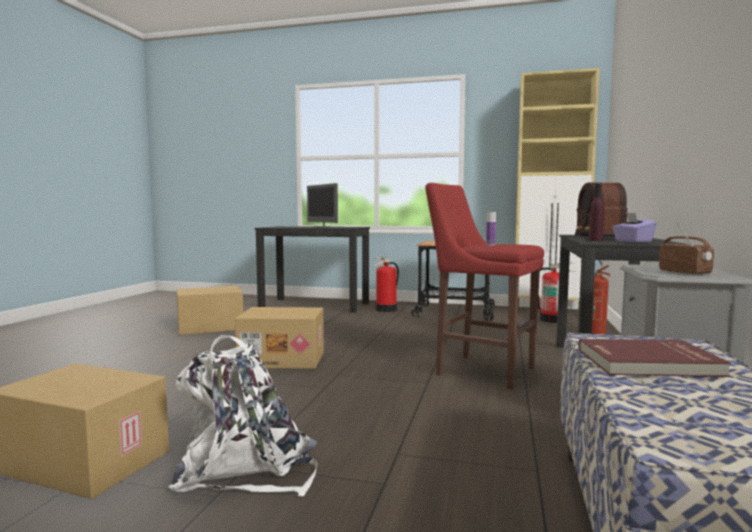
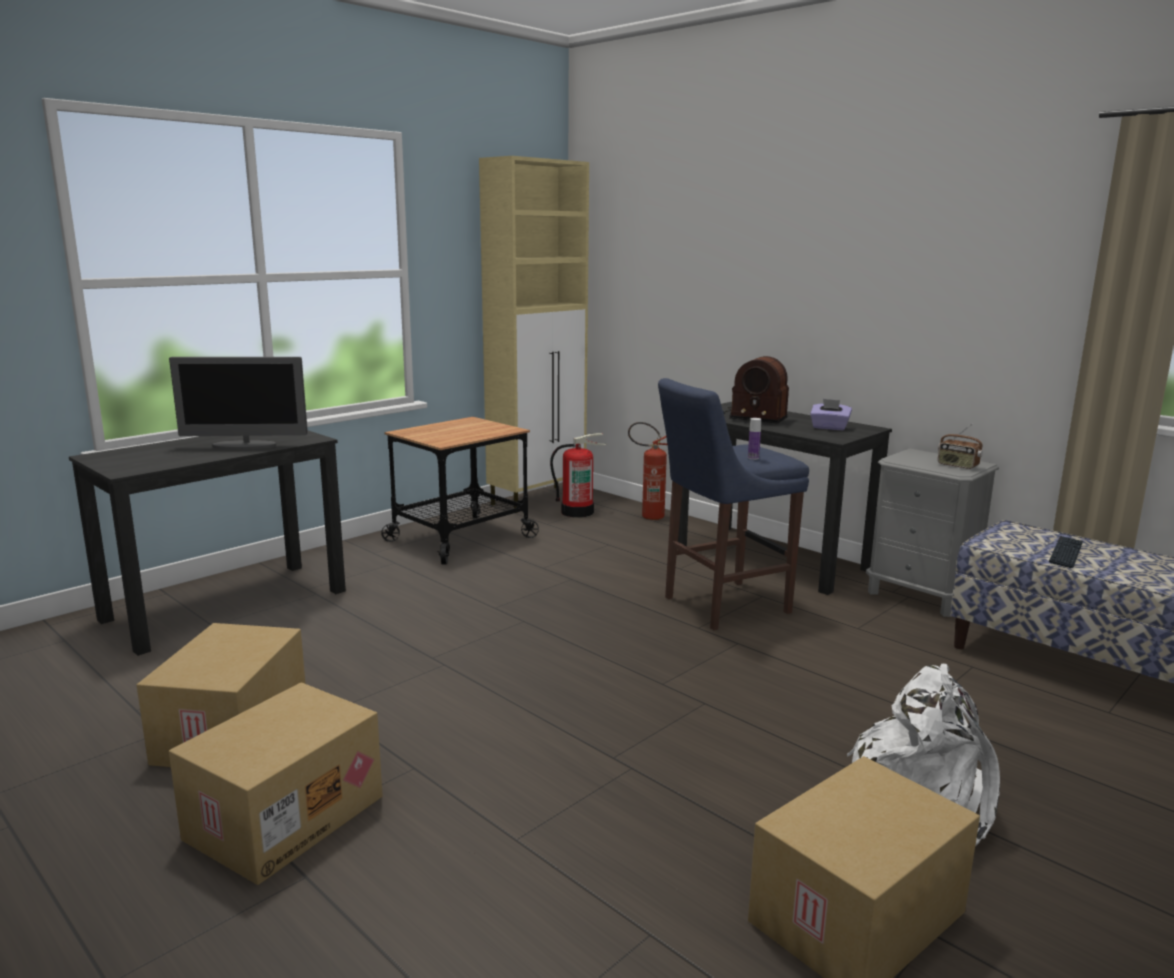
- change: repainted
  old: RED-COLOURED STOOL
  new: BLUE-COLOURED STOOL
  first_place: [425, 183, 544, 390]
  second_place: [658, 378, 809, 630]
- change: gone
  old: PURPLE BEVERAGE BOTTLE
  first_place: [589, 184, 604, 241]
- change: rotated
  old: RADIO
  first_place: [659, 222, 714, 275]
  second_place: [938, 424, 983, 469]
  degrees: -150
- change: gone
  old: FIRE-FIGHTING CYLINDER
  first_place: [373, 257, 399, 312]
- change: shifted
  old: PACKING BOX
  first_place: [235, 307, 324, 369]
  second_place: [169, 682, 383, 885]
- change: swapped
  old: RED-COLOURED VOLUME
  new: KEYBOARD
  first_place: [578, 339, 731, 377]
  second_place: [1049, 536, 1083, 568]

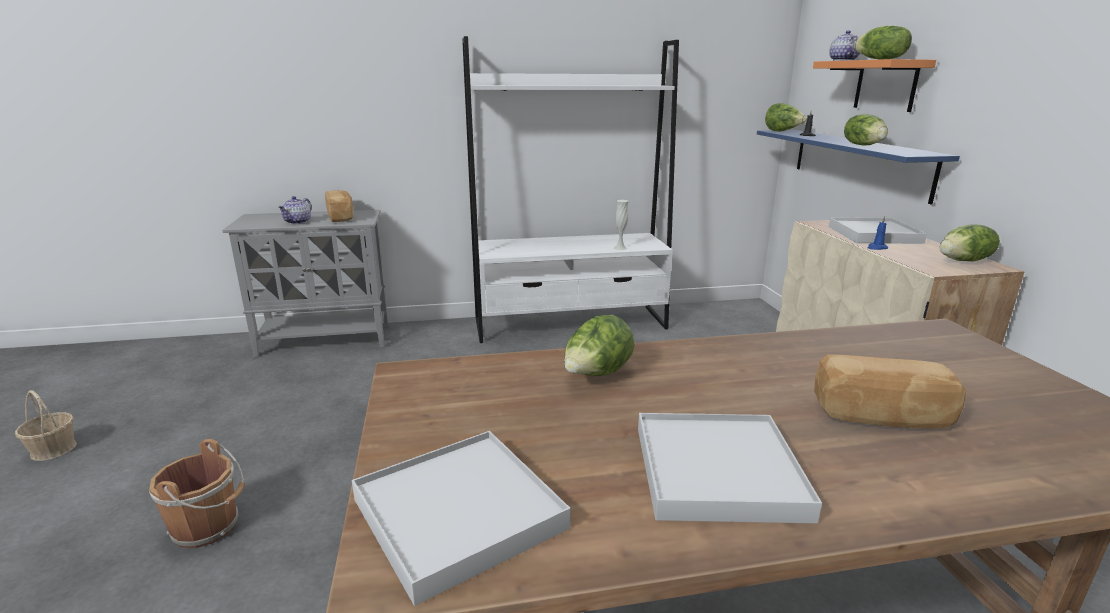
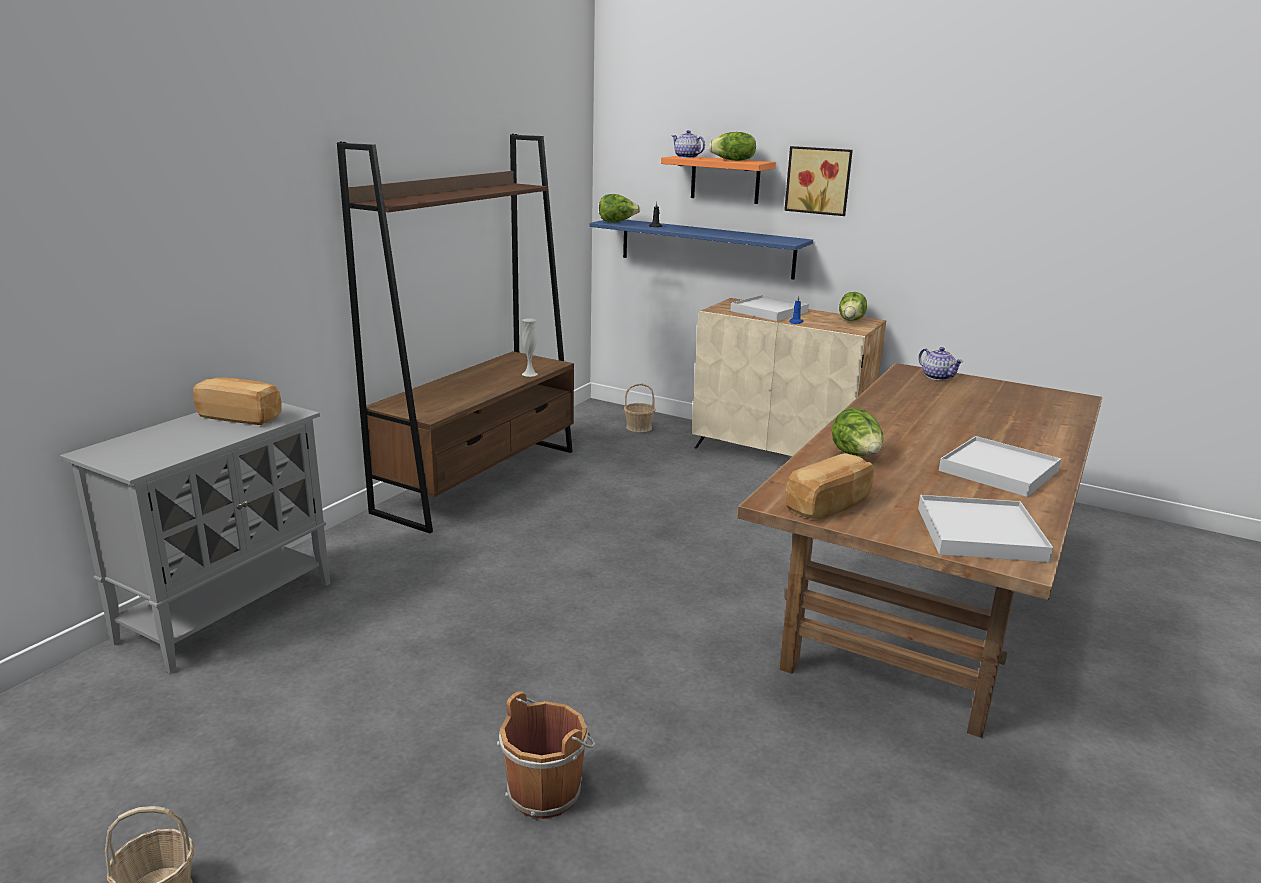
- change: repainted
  old: WHITISH BOOKSHELF
  new: BROWN BOOKSHELF
  first_place: [462, 36, 679, 343]
  second_place: [337, 134, 574, 533]
- change: gone
  old: LETTUCE HEAD
  first_place: [844, 114, 888, 145]
- change: shifted
  old: TEA POT
  first_place: [278, 196, 312, 224]
  second_place: [918, 347, 963, 381]
- change: shifted
  old: BAKERY BREAD
  first_place: [814, 354, 966, 428]
  second_place: [786, 453, 874, 519]
- change: new
  new: WALL PICTURE
  second_place: [784, 146, 853, 216]
- change: new
  new: BASKET
  second_place: [624, 383, 656, 432]

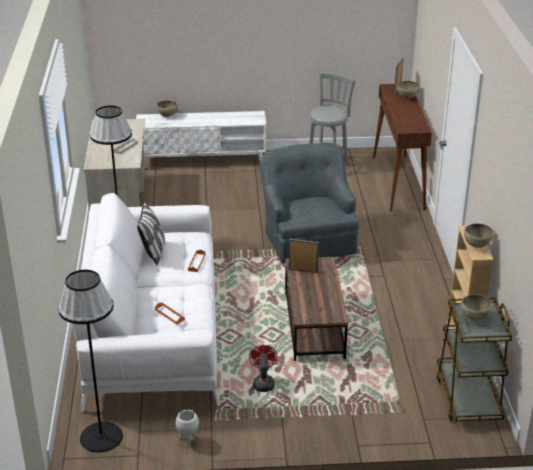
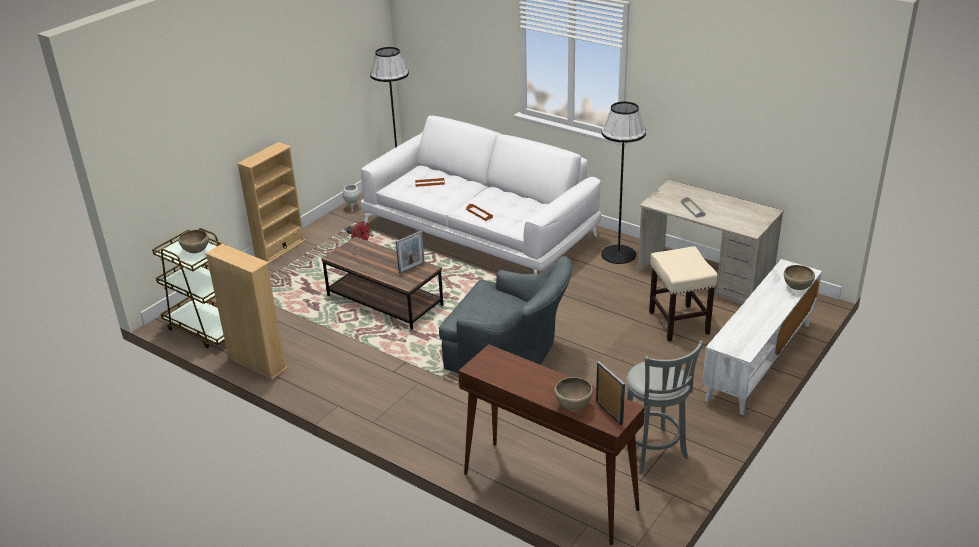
- change: gone
  old: PILLOW
  first_place: [137, 201, 165, 266]
- change: gone
  old: BROWN BOWL
  first_place: [464, 223, 494, 248]
- change: new
  new: BEIGE-COLOURED BOOKSHELF
  second_place: [237, 142, 306, 265]
- change: new
  new: BEIGE-COLOURED STOOL
  second_place: [649, 246, 718, 342]

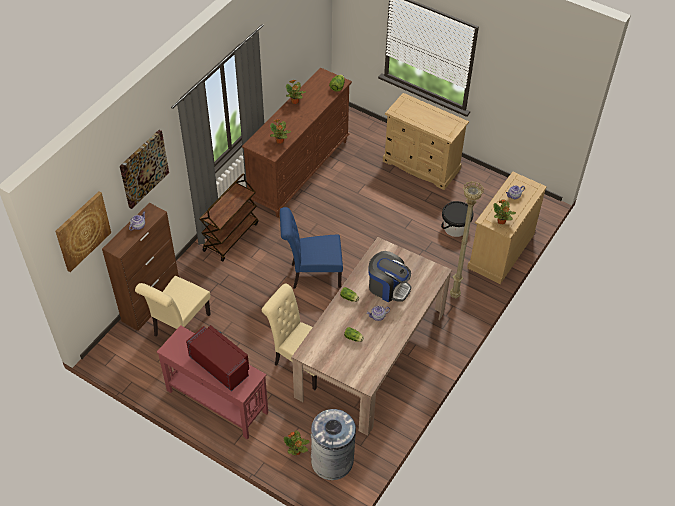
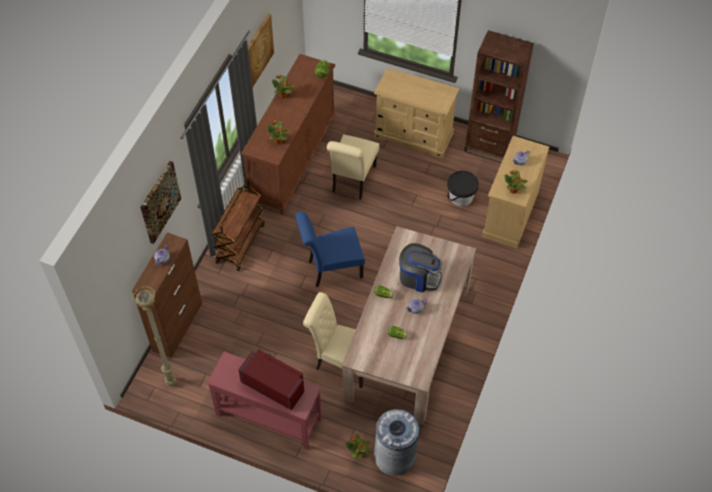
- change: shifted
  old: BEIGE-COLOURED STANDARD LAMP
  first_place: [450, 181, 484, 298]
  second_place: [133, 286, 176, 386]
- change: shifted
  old: WALL PICTURE
  first_place: [55, 191, 111, 272]
  second_place: [248, 14, 274, 87]
- change: shifted
  old: BEIGE-COLOURED PLAIN CHAIR
  first_place: [135, 276, 211, 337]
  second_place: [327, 134, 379, 200]
- change: new
  new: BROWN BOOKSHELF
  second_place: [464, 30, 534, 163]

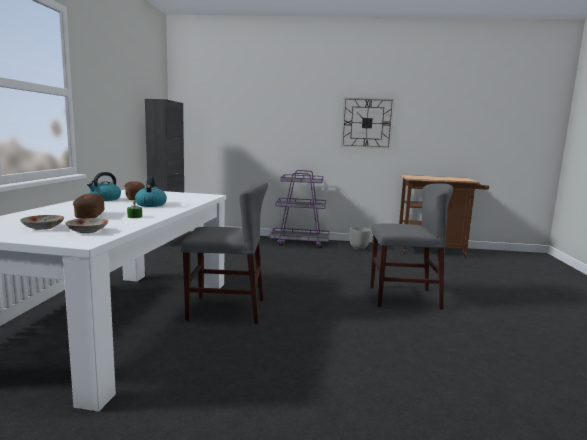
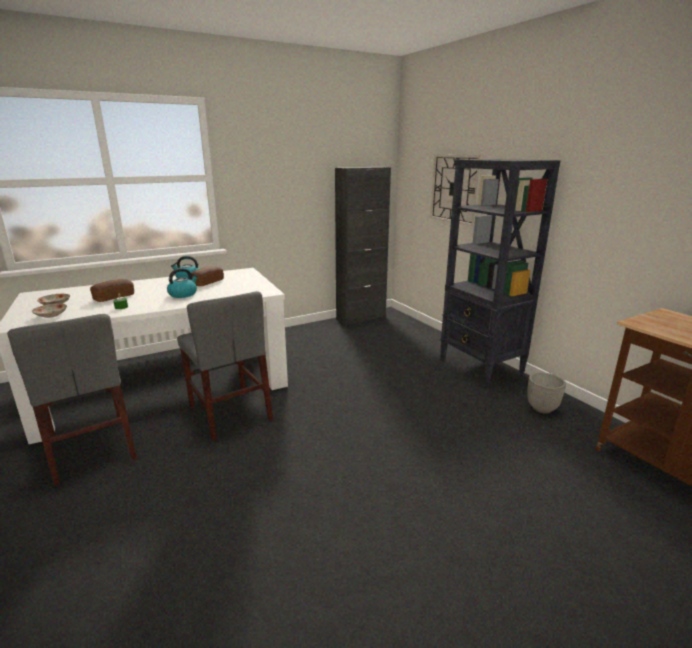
- change: shifted
  old: CLOCK ON THE WALL
  first_place: [341, 97, 395, 149]
  second_place: [430, 155, 482, 226]
- change: swapped
  old: PURPLE TROLLEY
  new: BLACKISH BOOKSHELF
  first_place: [269, 170, 329, 248]
  second_place: [440, 159, 561, 387]
- change: shifted
  old: GRAY PLAIN CHAIR
  first_place: [370, 183, 453, 310]
  second_place: [7, 314, 137, 486]

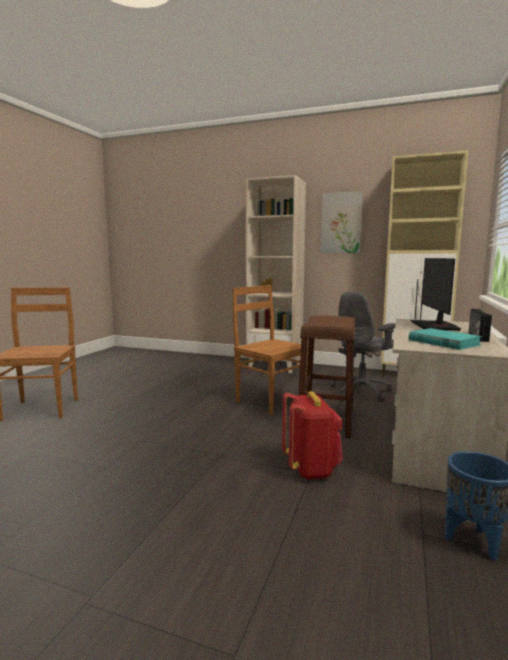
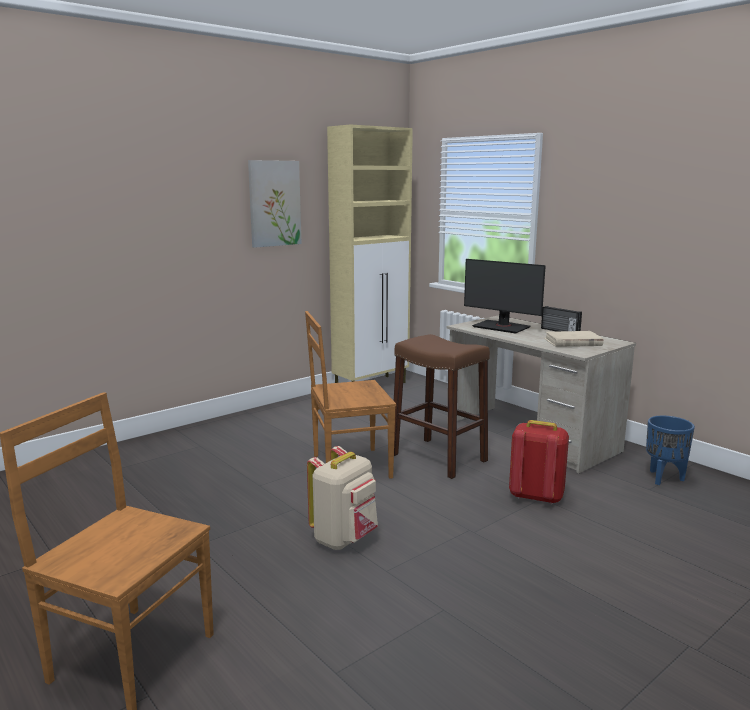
- change: gone
  old: BEIGE-COLOURED BOOKSHELF
  first_place: [246, 175, 306, 373]
- change: gone
  old: GRAY OFFICE CHAIR
  first_place: [330, 291, 396, 402]
- change: repainted
  old: TURQUOISE-COLOURED VOLUME
  new: BEIGE-COLOURED VOLUME
  first_place: [409, 328, 482, 350]
  second_place: [544, 331, 603, 347]
- change: new
  new: BEIGE-COLOURED BACKPACK
  second_place: [307, 446, 378, 550]

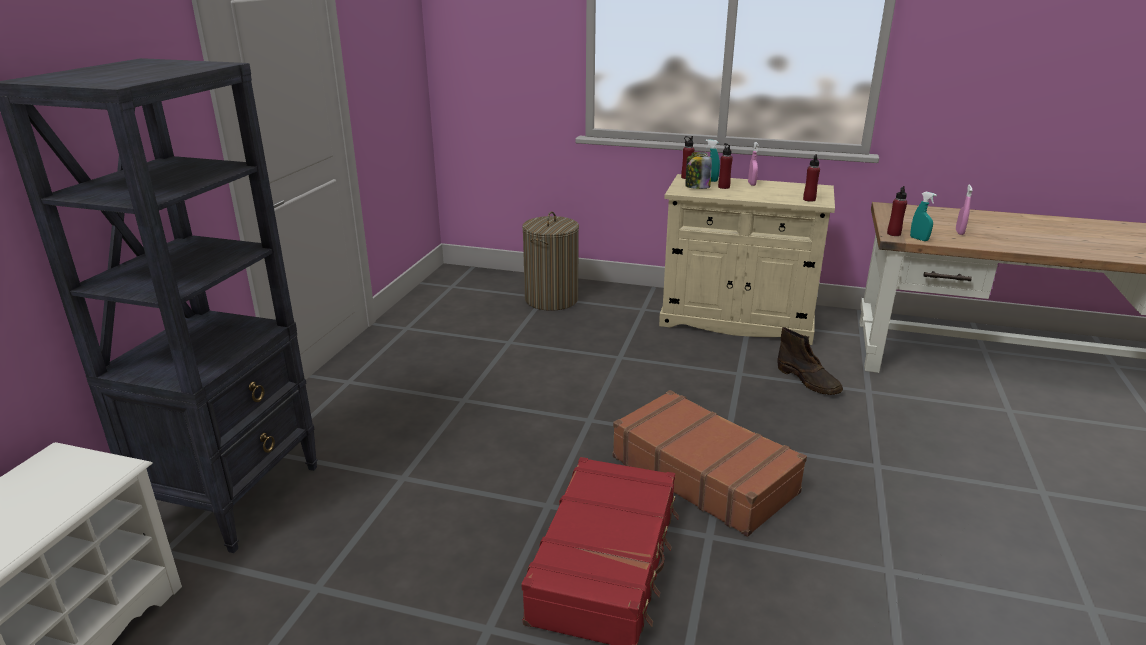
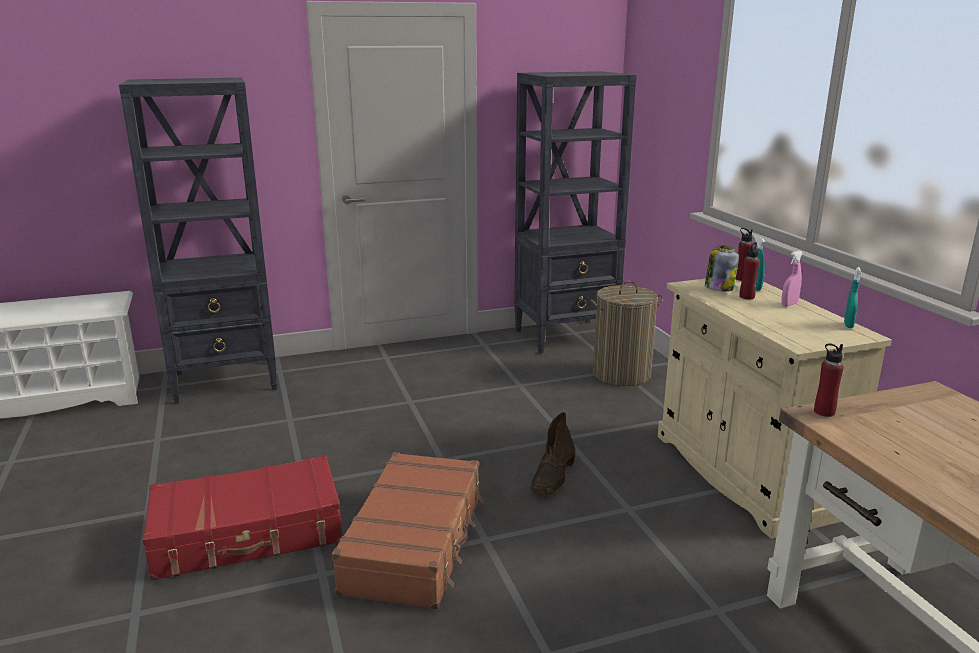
- change: gone
  old: RED-COLOURED BEVERAGE BOTTLE
  first_place: [803, 154, 820, 202]
- change: gone
  old: PINK-COLOURED HAND SPRAYER
  first_place: [956, 184, 973, 235]
- change: shifted
  old: TURQUOISE-COLOURED HAND SPRAYER
  first_place: [910, 192, 937, 241]
  second_place: [844, 267, 861, 328]
- change: shifted
  old: BROWN HIGH-TOP BOOT
  first_place: [777, 327, 843, 395]
  second_place: [530, 412, 576, 495]
- change: new
  new: BLACKISH BOOKSHELF
  second_place: [514, 71, 637, 354]

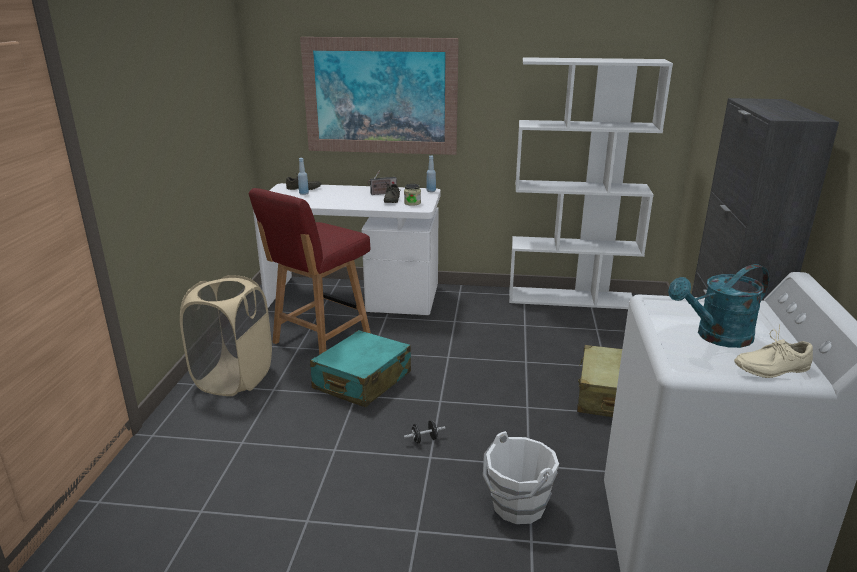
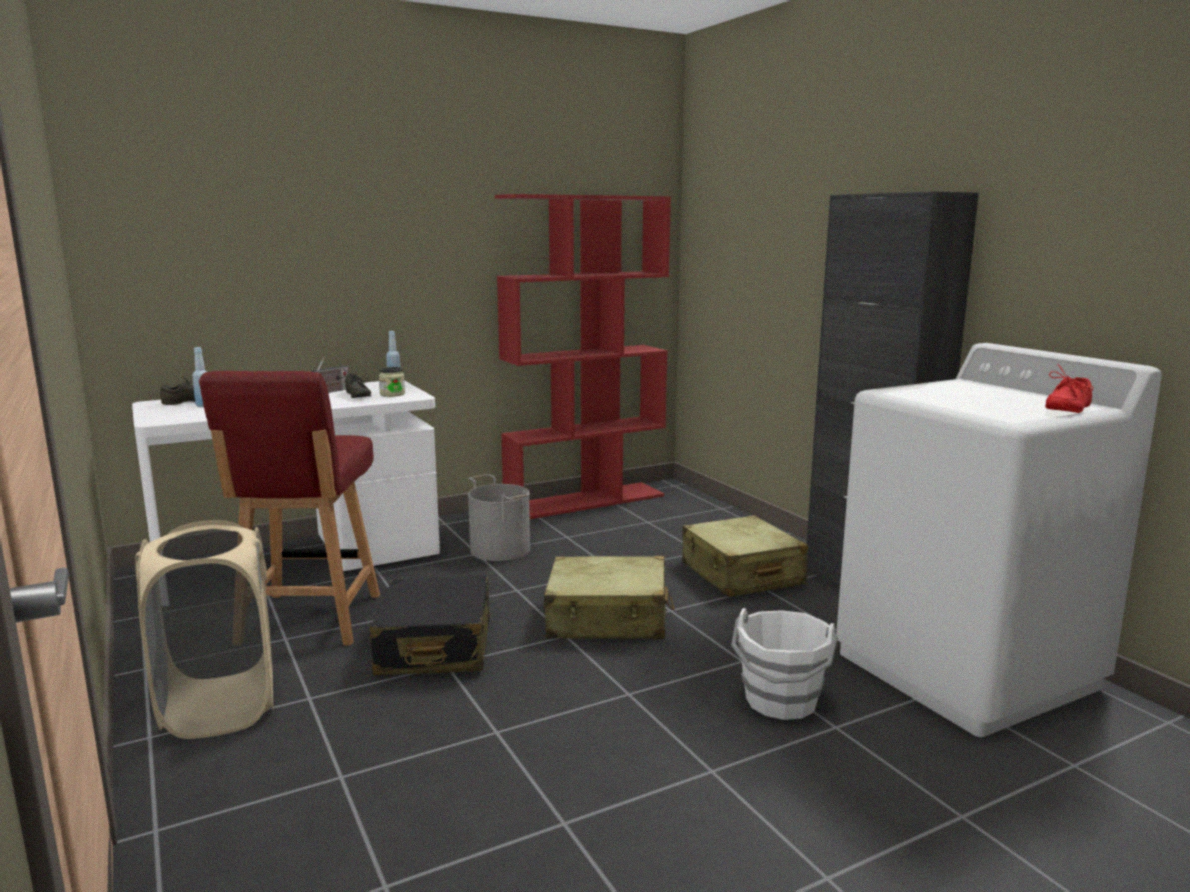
- change: gone
  old: WALL PICTURE
  first_place: [300, 37, 459, 155]
- change: repainted
  old: WHITISH BOOKSHELF
  new: RED-COLOURED BOOKSHELF
  first_place: [509, 57, 673, 309]
  second_place: [495, 194, 671, 519]
- change: gone
  old: TURQUOISE-COLOURED WATERING POT
  first_place: [668, 264, 769, 348]
- change: repainted
  old: BEIGE-COLOURED ITEM OF FOOTWEAR
  new: RED-COLOURED ITEM OF FOOTWEAR
  first_place: [734, 324, 813, 378]
  second_place: [1045, 364, 1093, 413]
- change: repainted
  old: TURQUOISE-COLOURED TRAVEL CASE
  new: BLACKISH TRAVEL CASE
  first_place: [310, 330, 411, 407]
  second_place: [370, 575, 490, 675]
- change: gone
  old: BLACKISH DUMBBELL
  first_place: [404, 420, 445, 444]
- change: new
  new: GRAY PAIL
  second_place: [468, 474, 530, 561]
- change: new
  new: BEIGE-COLOURED TRAVEL CASE
  second_place: [544, 556, 675, 639]

